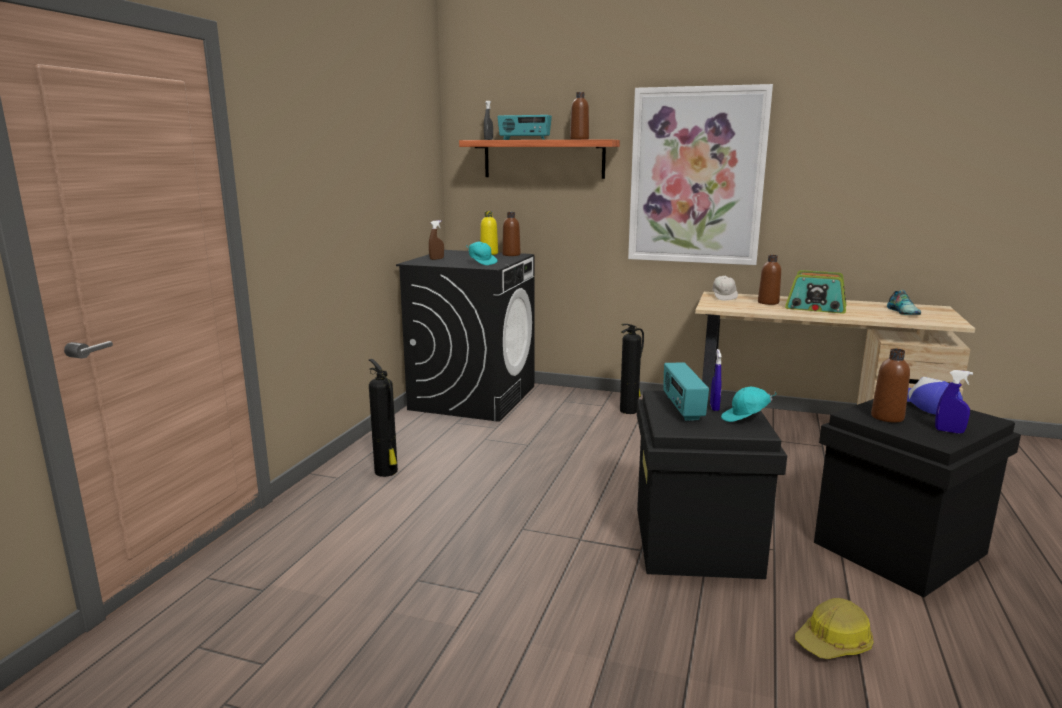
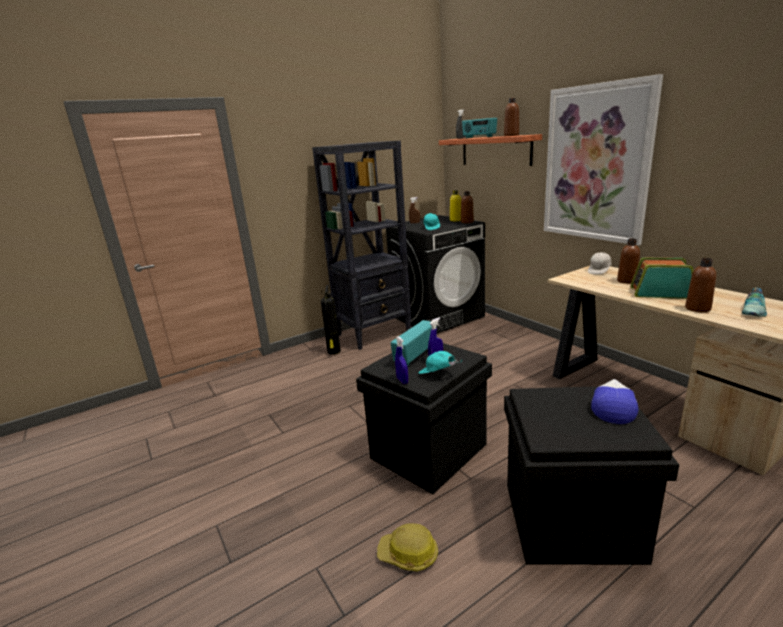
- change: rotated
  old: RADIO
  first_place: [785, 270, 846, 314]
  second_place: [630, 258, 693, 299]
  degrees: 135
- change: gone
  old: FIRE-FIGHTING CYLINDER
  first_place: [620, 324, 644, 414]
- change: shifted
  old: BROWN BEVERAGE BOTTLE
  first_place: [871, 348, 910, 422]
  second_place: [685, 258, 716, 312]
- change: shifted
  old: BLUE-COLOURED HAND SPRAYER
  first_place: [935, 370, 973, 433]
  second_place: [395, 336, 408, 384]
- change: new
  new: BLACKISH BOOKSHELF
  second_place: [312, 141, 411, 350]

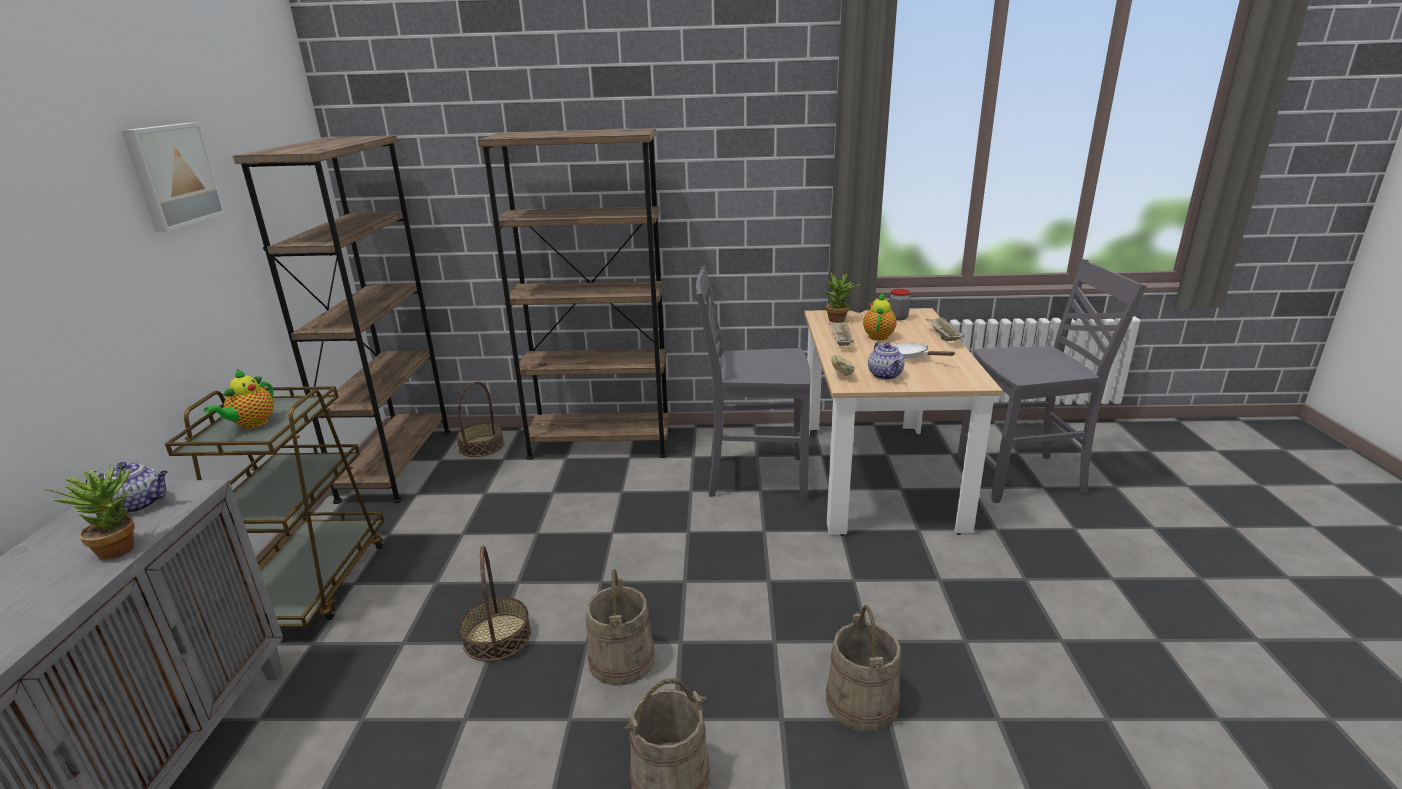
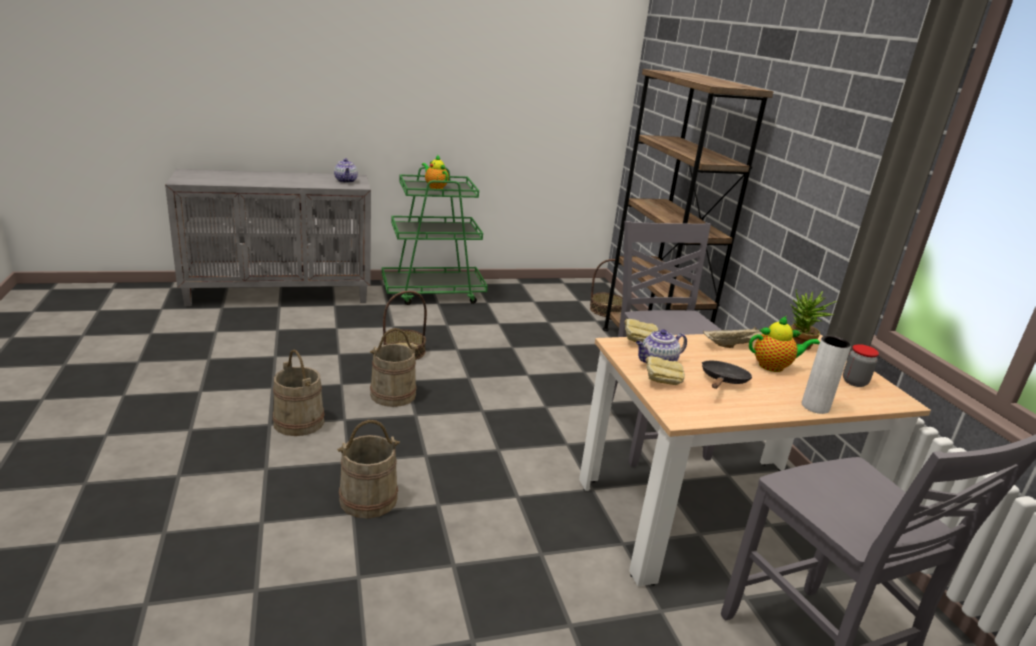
- change: gone
  old: WALL PICTURE
  first_place: [121, 122, 226, 232]
- change: gone
  old: BROWN BOOKSHELF
  first_place: [233, 135, 451, 504]
- change: swapped
  old: BEIGE-COLOURED TRAY
  new: WHITISH VASE
  first_place: [926, 317, 965, 341]
  second_place: [802, 336, 851, 414]
- change: repainted
  old: WHITISH SKILLET
  new: BLACKISH SKILLET
  first_place: [891, 343, 955, 359]
  second_place: [702, 361, 752, 389]
- change: rotated
  old: TEA POT
  first_place: [204, 369, 274, 429]
  second_place: [422, 155, 449, 189]
  degrees: 45
- change: repainted
  old: BROWN TROLLEY
  new: GREEN-COLOURED TROLLEY
  first_place: [165, 386, 384, 628]
  second_place: [382, 166, 488, 305]
- change: gone
  old: POTTED PLANT
  first_place: [42, 463, 135, 560]
- change: new
  new: BAKERY BREAD
  second_place: [646, 356, 685, 385]

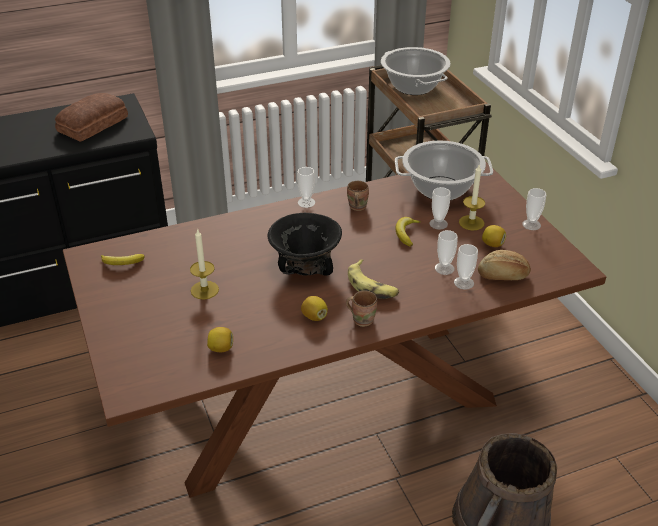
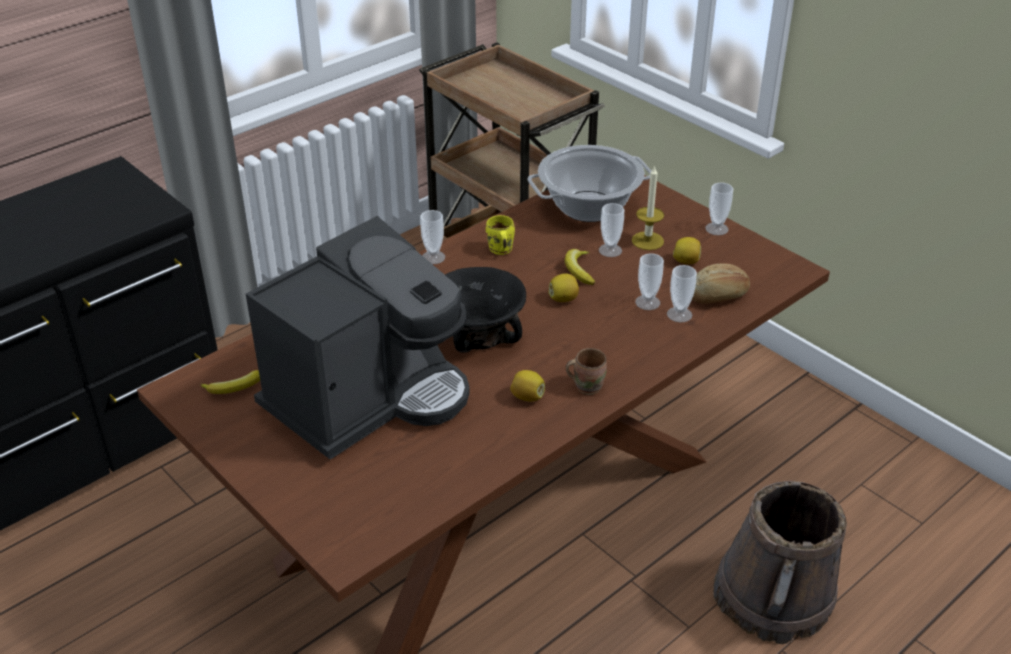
- change: gone
  old: SAUCEPOT
  first_place: [381, 47, 451, 95]
- change: gone
  old: BAKERY BREAD
  first_place: [55, 93, 128, 142]
- change: repainted
  old: BROWN COFFEE MUG
  new: YELLOW-COLOURED COFFEE MUG
  first_place: [347, 181, 369, 211]
  second_place: [486, 215, 515, 255]
- change: swapped
  old: CANDLE
  new: COFFEE MACHINE
  first_place: [190, 228, 219, 299]
  second_place: [246, 216, 470, 460]
- change: gone
  old: WHOLE BANANA
  first_place: [348, 259, 399, 299]
- change: shifted
  old: CITRUS FRUIT
  first_place: [207, 327, 233, 352]
  second_place: [548, 273, 579, 302]

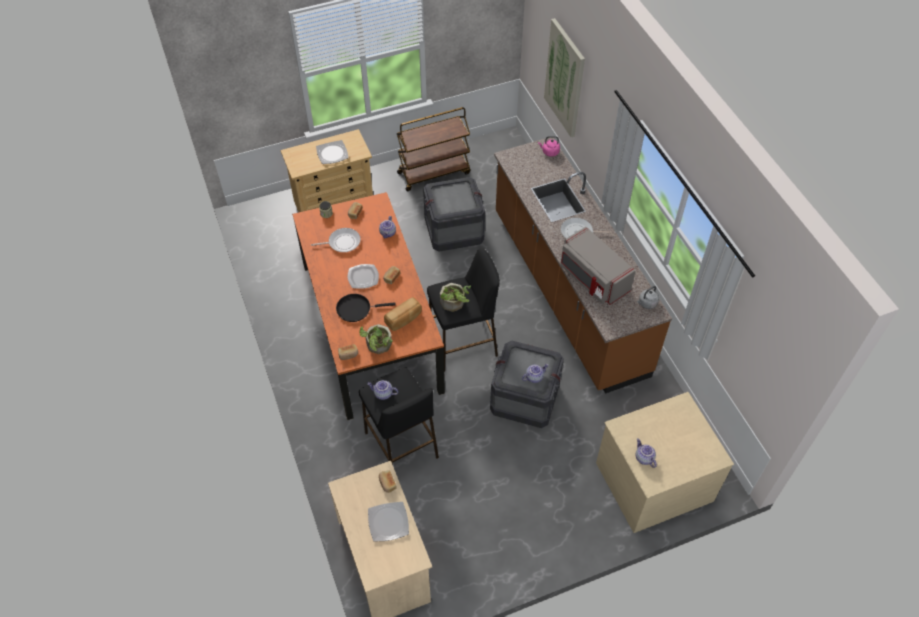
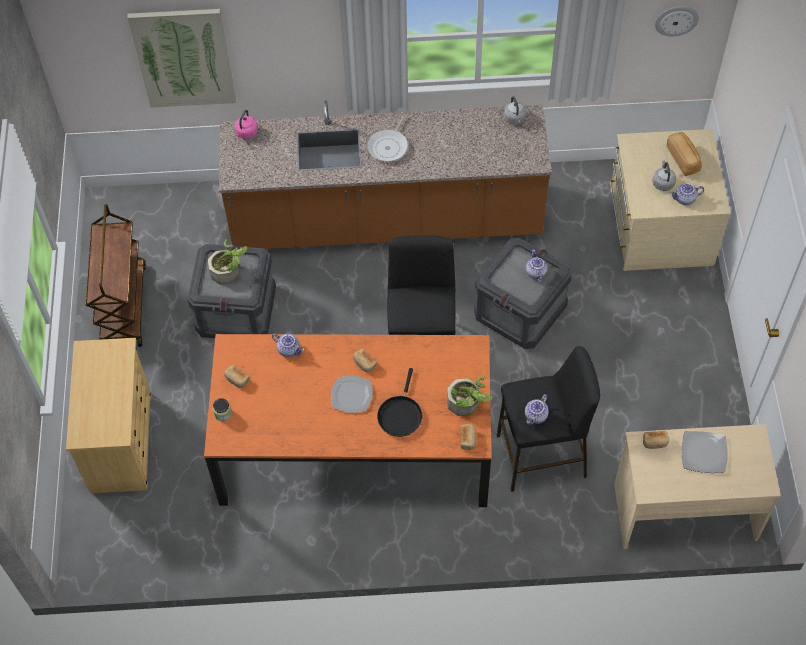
- change: gone
  old: PLATE
  first_place: [316, 140, 349, 164]
- change: gone
  old: GRAY MICROWAVE
  first_place: [560, 227, 636, 305]
- change: gone
  old: SKILLET
  first_place: [311, 228, 361, 252]
- change: shifted
  old: POTTED PLANT
  first_place: [440, 283, 471, 312]
  second_place: [208, 239, 247, 285]
- change: shifted
  old: BAKERY BREAD
  first_place: [384, 297, 422, 331]
  second_place: [667, 132, 702, 176]
- change: new
  new: CLOCK ON THE WALL
  second_place: [655, 6, 699, 36]
- change: new
  new: GRAY WATER KETTLE
  second_place: [653, 160, 676, 191]

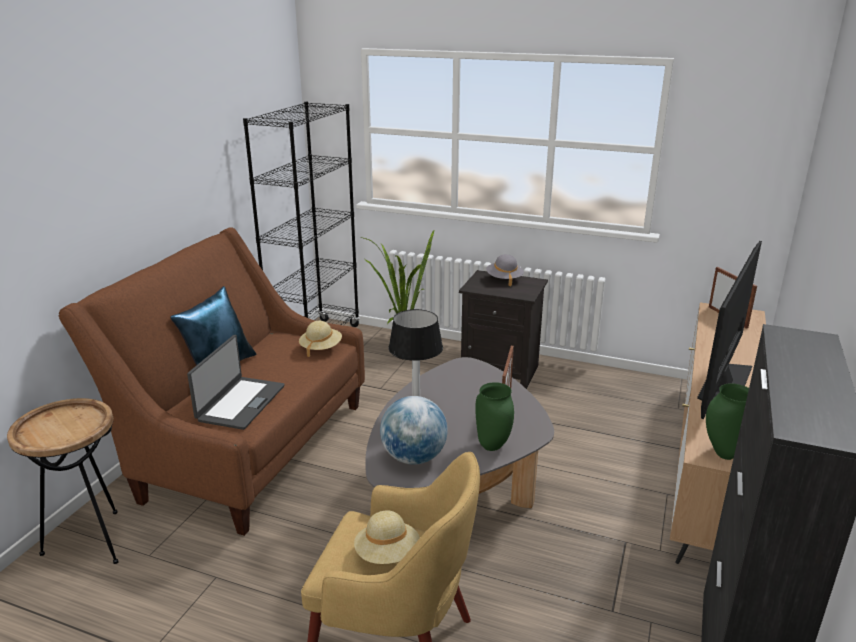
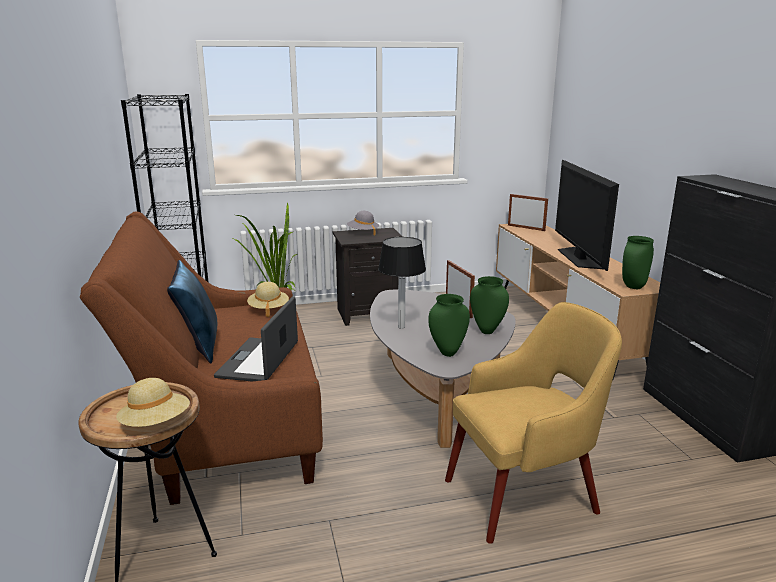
- change: rotated
  old: NOTEBOOK COMPUTER
  first_place: [187, 335, 285, 430]
  second_place: [214, 296, 298, 381]
  degrees: -150
- change: swapped
  old: DESK GLOBE
  new: GREEN-COLOURED VASE
  first_place: [380, 396, 448, 465]
  second_place: [428, 294, 470, 357]
- change: shifted
  old: BEIGE-COLOURED CLOTHING HAT
  first_place: [354, 510, 420, 564]
  second_place: [116, 378, 190, 427]

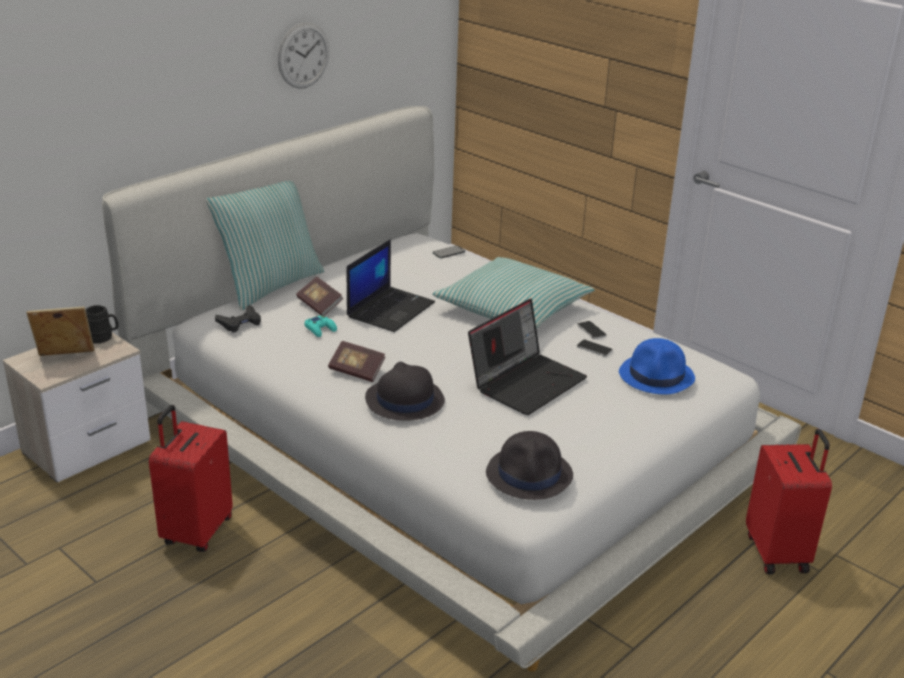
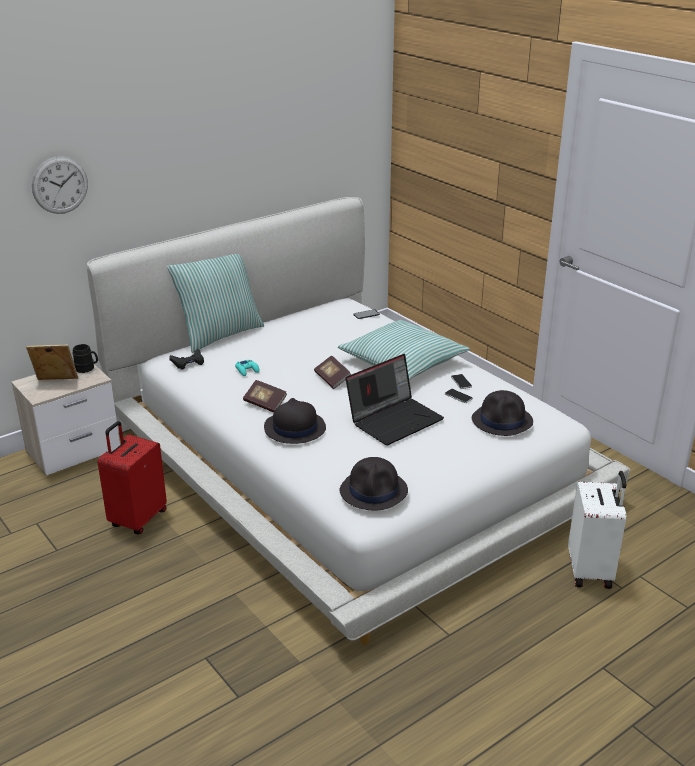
- change: shifted
  old: CLOCK ON THE WALL
  first_place: [278, 23, 329, 89]
  second_place: [32, 156, 88, 214]
- change: gone
  old: NOTEBOOK COMPUTER
  first_place: [347, 239, 435, 332]
- change: shifted
  old: VOLUME
  first_place: [296, 277, 343, 316]
  second_place: [314, 355, 351, 389]
- change: repainted
  old: BLUE-COLOURED CLOTHING HAT
  new: BLACKISH CLOTHING HAT
  first_place: [619, 338, 695, 394]
  second_place: [472, 390, 533, 436]
- change: repainted
  old: RED-COLOURED TRAVEL CASE
  new: WHITISH TRAVEL CASE
  first_place: [746, 429, 832, 574]
  second_place: [568, 471, 626, 589]

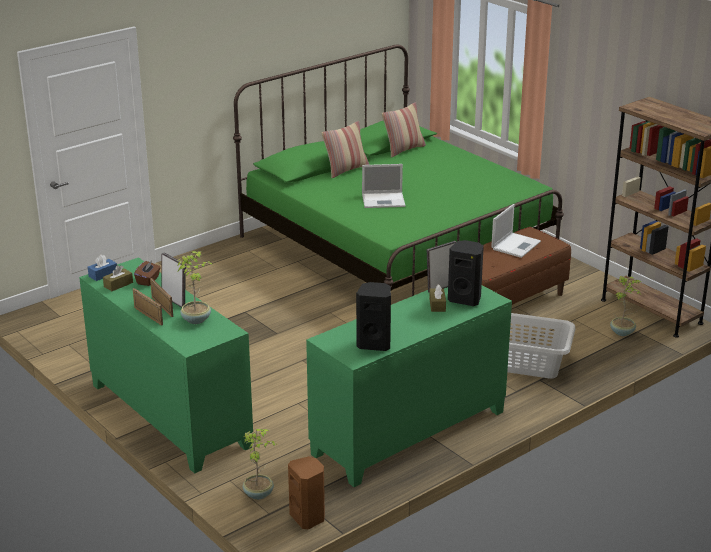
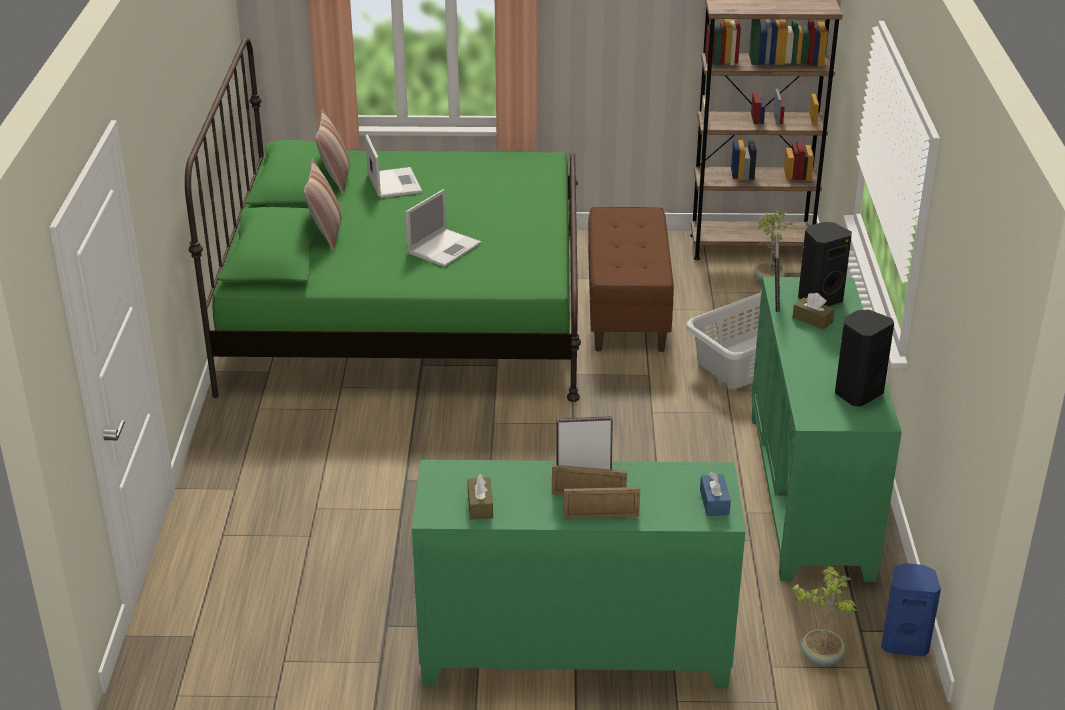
- change: shifted
  old: NOTEBOOK COMPUTER
  first_place: [491, 204, 541, 258]
  second_place: [365, 134, 422, 198]
- change: gone
  old: POTTED PLANT
  first_place: [177, 251, 213, 324]
- change: shifted
  old: BLUE-COLOURED BOX OF TISSUES
  first_place: [88, 255, 117, 281]
  second_place: [700, 472, 731, 516]
- change: gone
  old: BROWN BOX OF TISSUES
  first_place: [134, 261, 161, 286]
- change: repainted
  old: BROWN AUDIO SPEAKER
  new: BLUE-COLOURED AUDIO SPEAKER
  first_place: [288, 456, 325, 530]
  second_place: [881, 563, 941, 656]

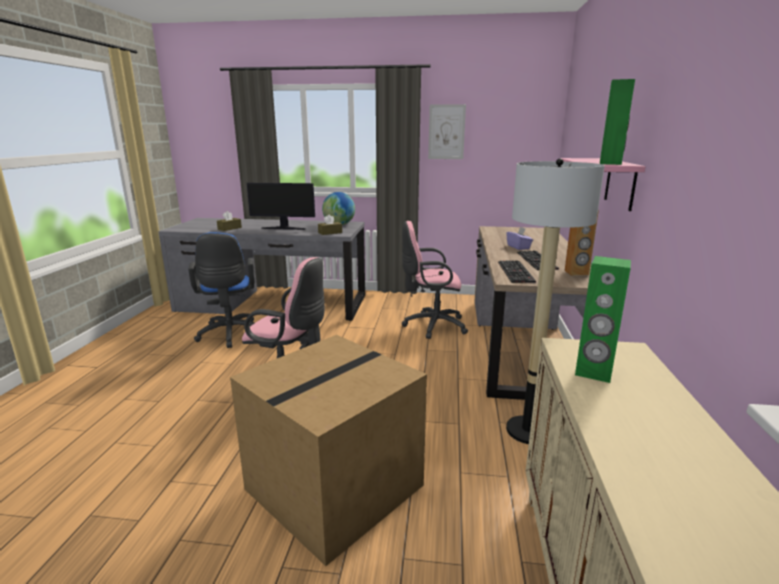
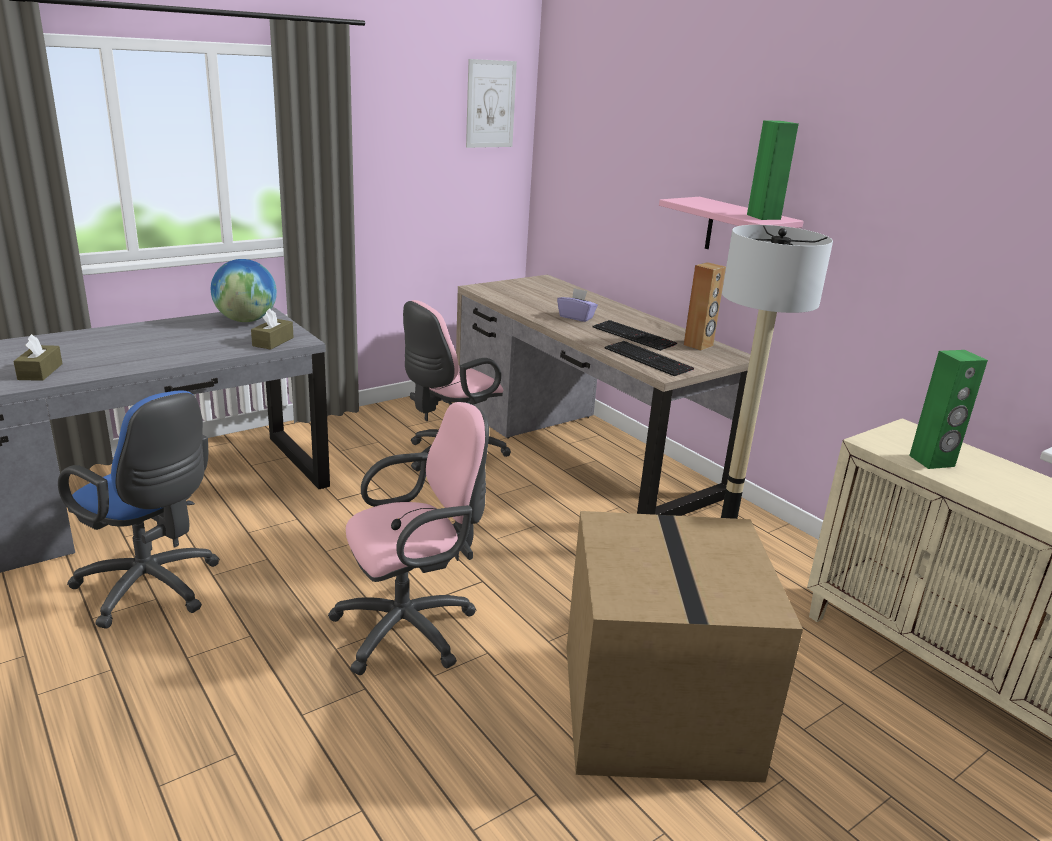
- change: shifted
  old: WALL PICTURE
  first_place: [428, 104, 466, 159]
  second_place: [466, 59, 517, 148]
- change: gone
  old: COMPUTER SCREEN
  first_place: [247, 183, 315, 230]

